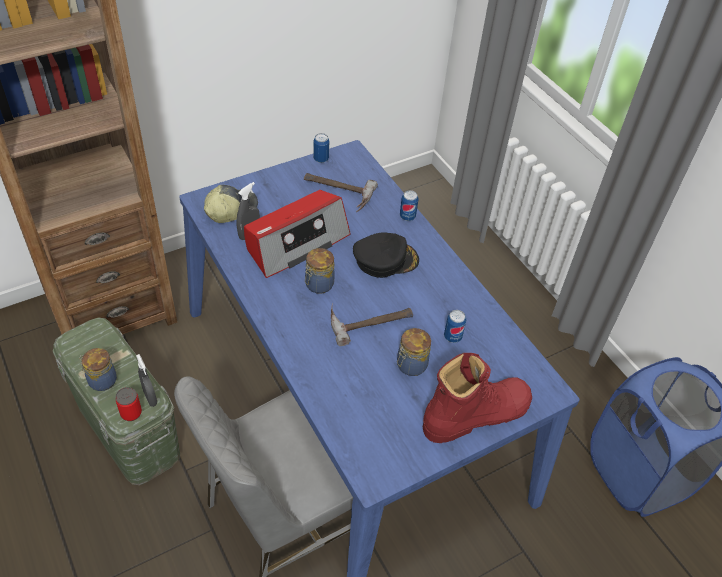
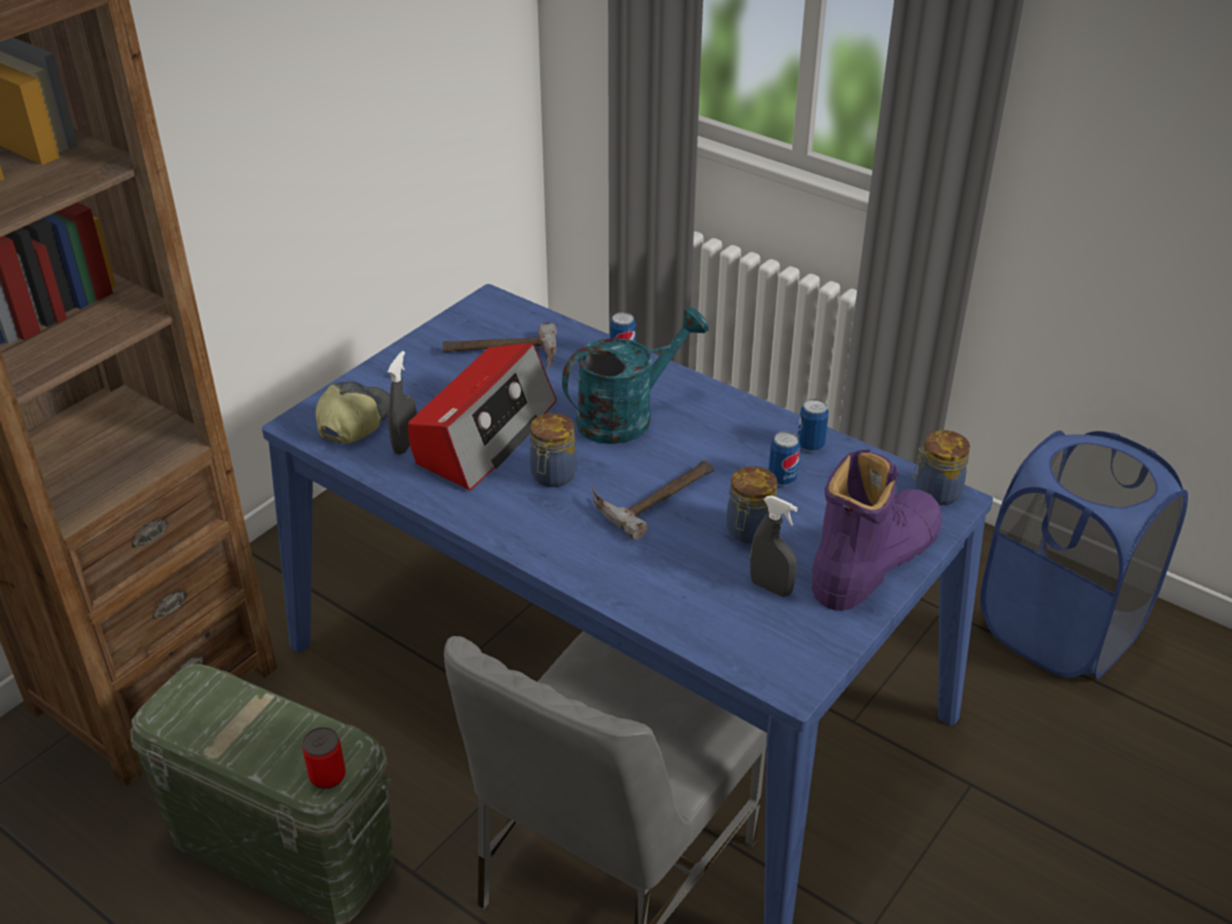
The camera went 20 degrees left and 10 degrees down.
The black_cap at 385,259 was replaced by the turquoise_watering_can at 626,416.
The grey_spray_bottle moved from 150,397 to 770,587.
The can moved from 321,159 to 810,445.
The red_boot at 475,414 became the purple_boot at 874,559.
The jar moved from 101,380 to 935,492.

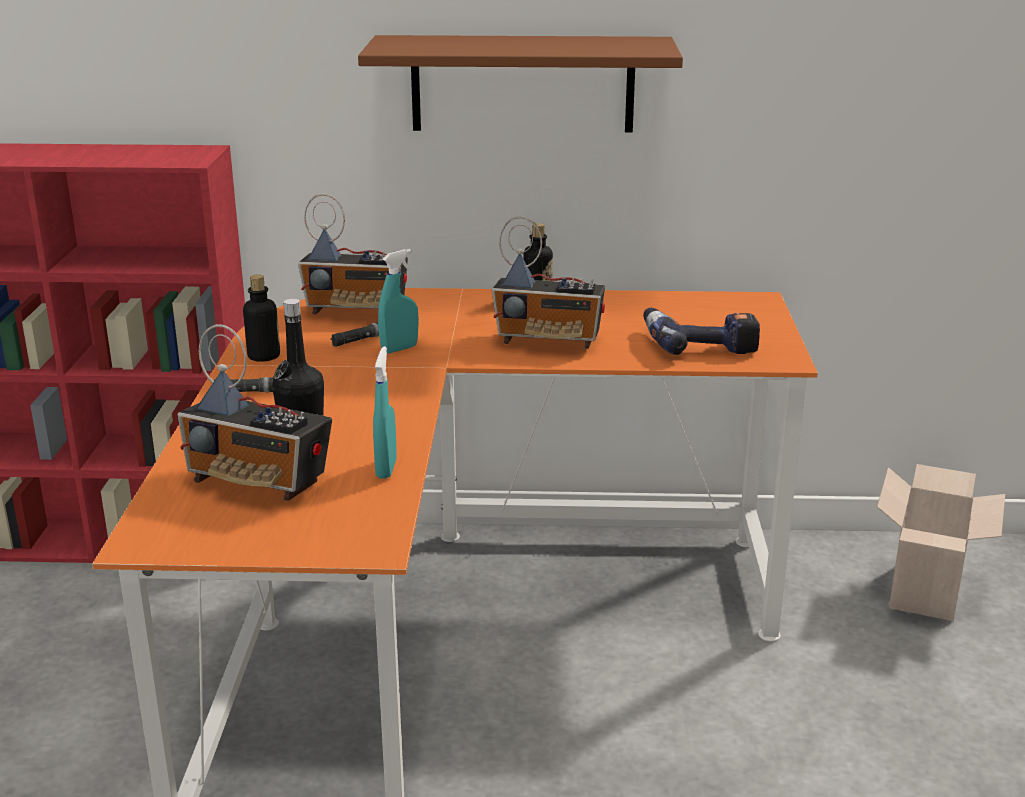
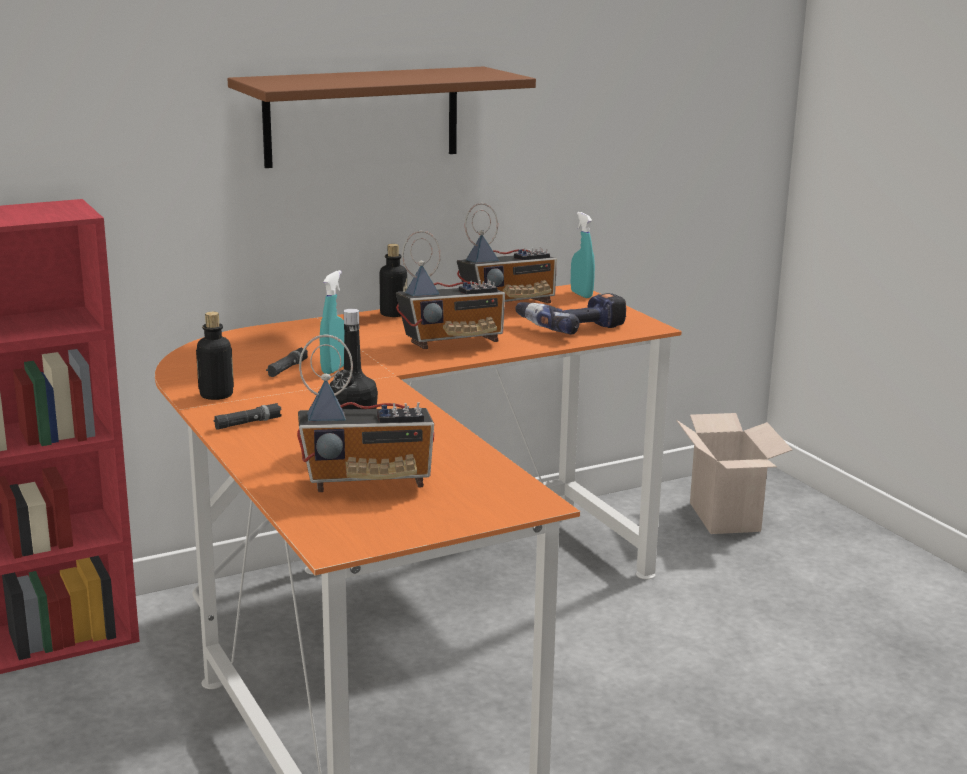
The camera went 30 degrees left and 5 degrees down.
The radio moved from 357,311 to 509,305.
The turquoise_spray_bottle moved from 386,469 to 581,294.

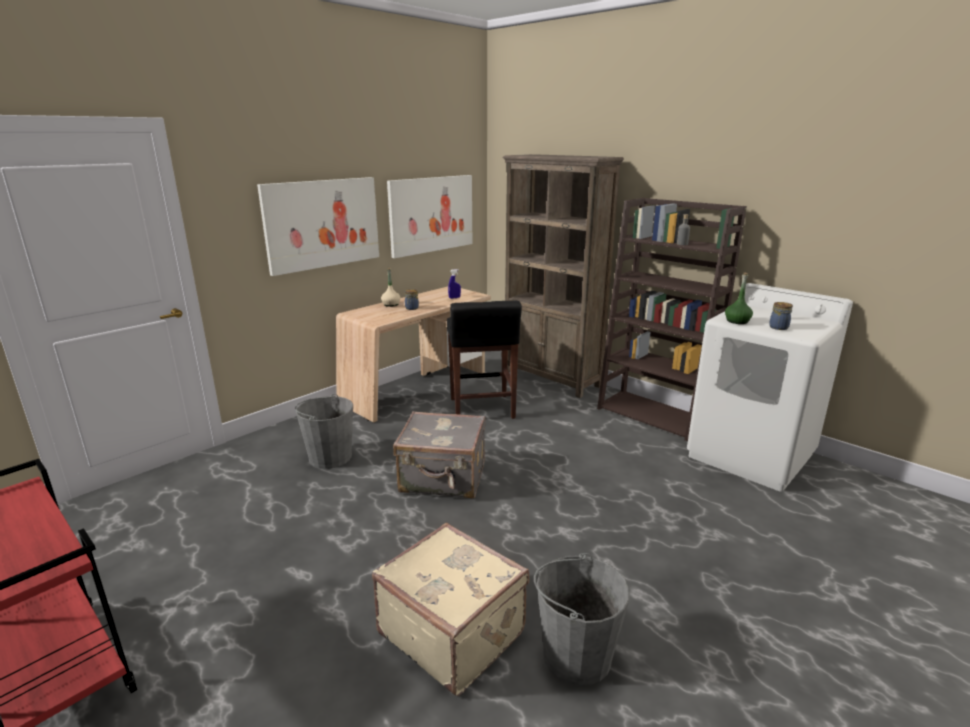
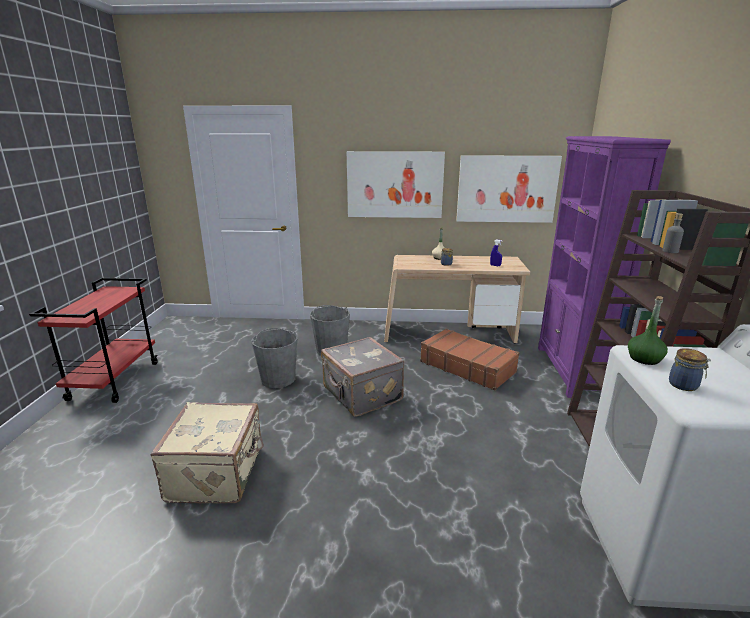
The camera went 50 degrees right and 0 degrees up.
The grey_bucket moved from 576,655 to 278,378.
The black_stool at 482,409 was replaced by the brown_suitcase at 467,366.
The brown_bookcase at 551,378 became the purple_bookcase at 570,371.

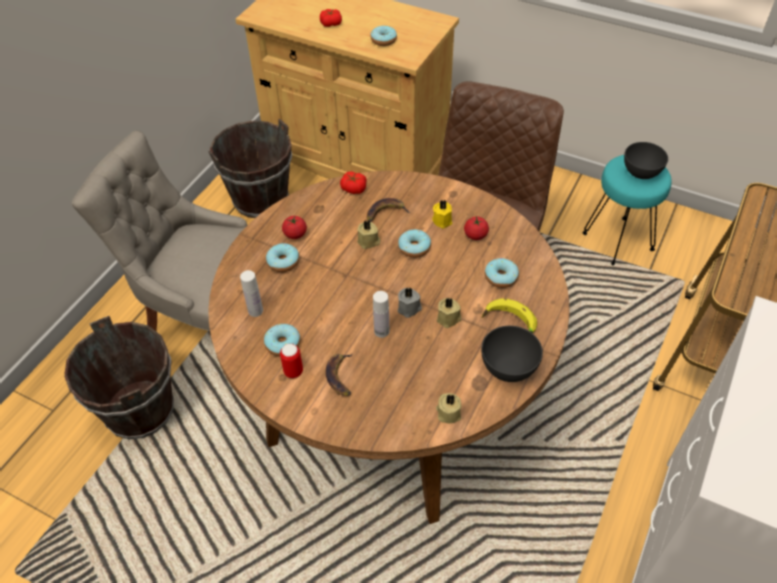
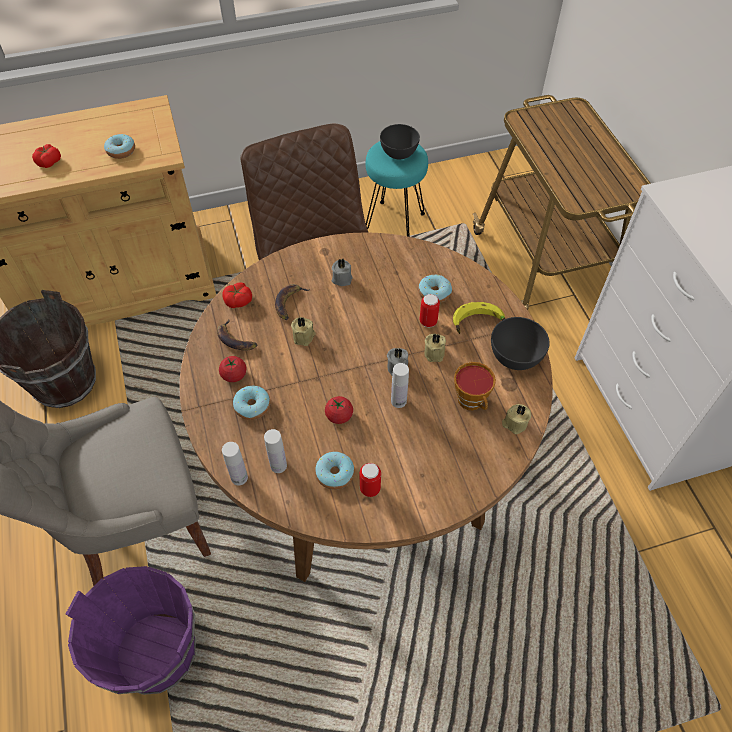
The camera went 45 degrees left and 5 degrees up.
The brown_bucket at 139,411 became the purple_bucket at 156,653.
The banana moved from 340,376 to 236,339.
The white_bottle at 239,477 appeared.
The tomato moved from 475,235 to 339,416.
The yellow_candle at 442,220 became the grey_candle at 341,278.
The can at 428,321 appeared.
The cup at 472,402 appeared.
The donut at 414,248 disappeared.

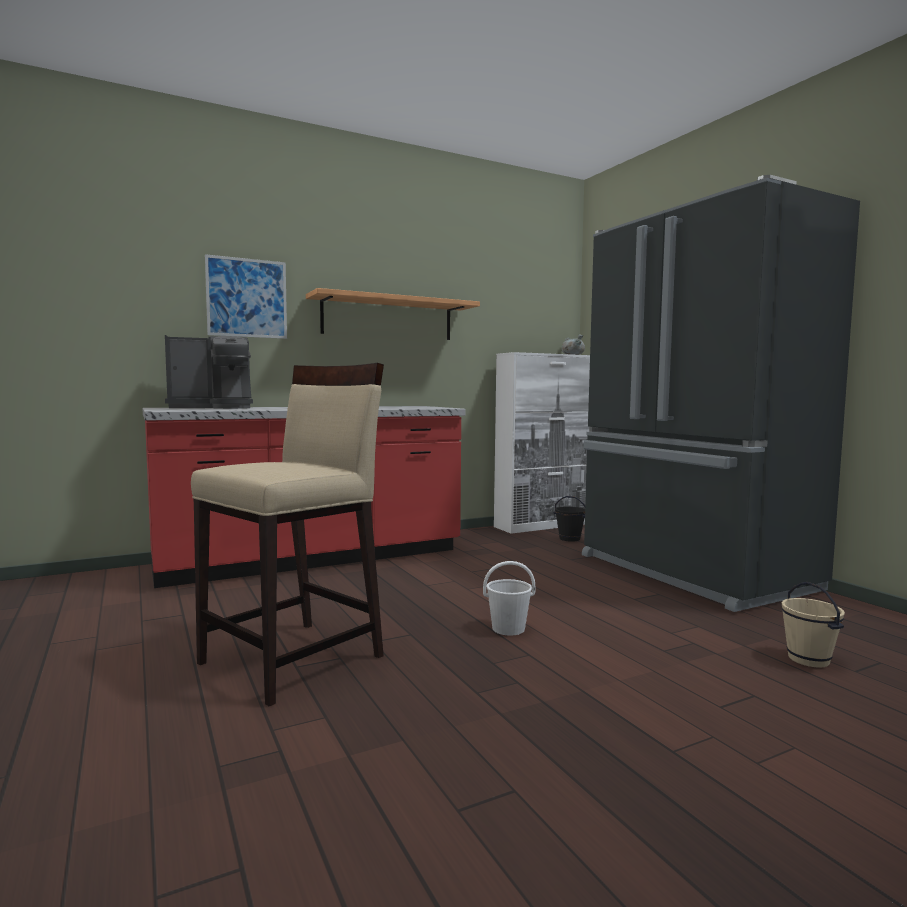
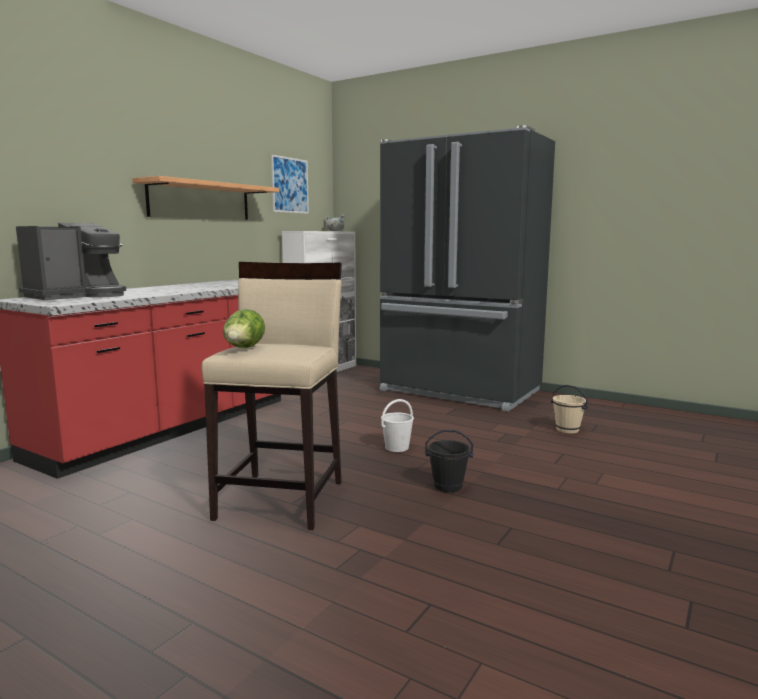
The camera went 30 degrees left and 5 degrees up.
The lettuce at 244,349 appeared.
The picture moved from 247,298 to 290,185.
The black_bucket moved from 570,539 to 448,486.

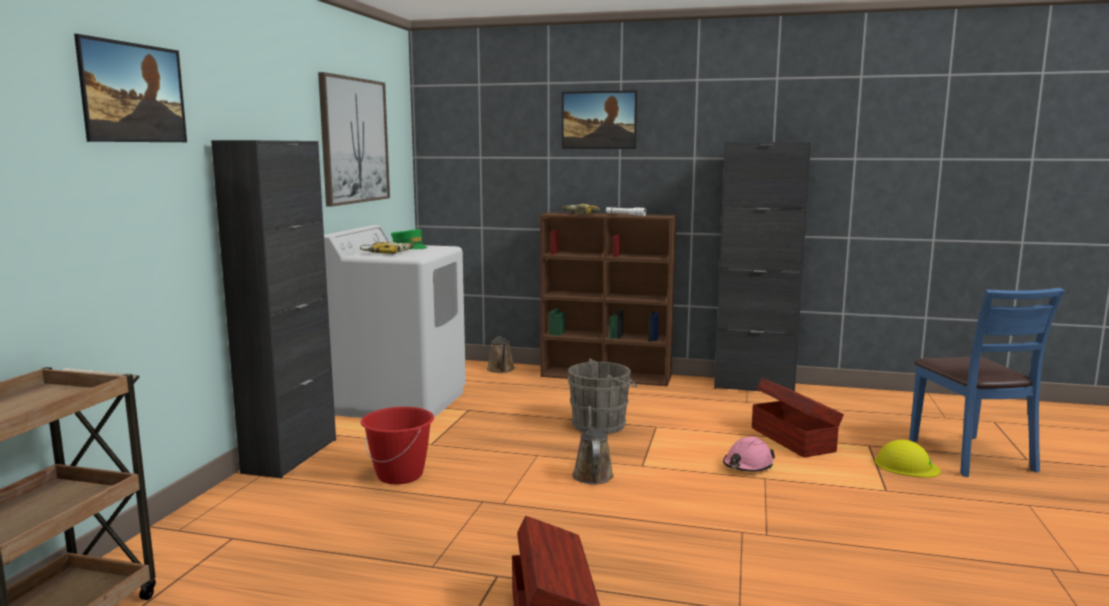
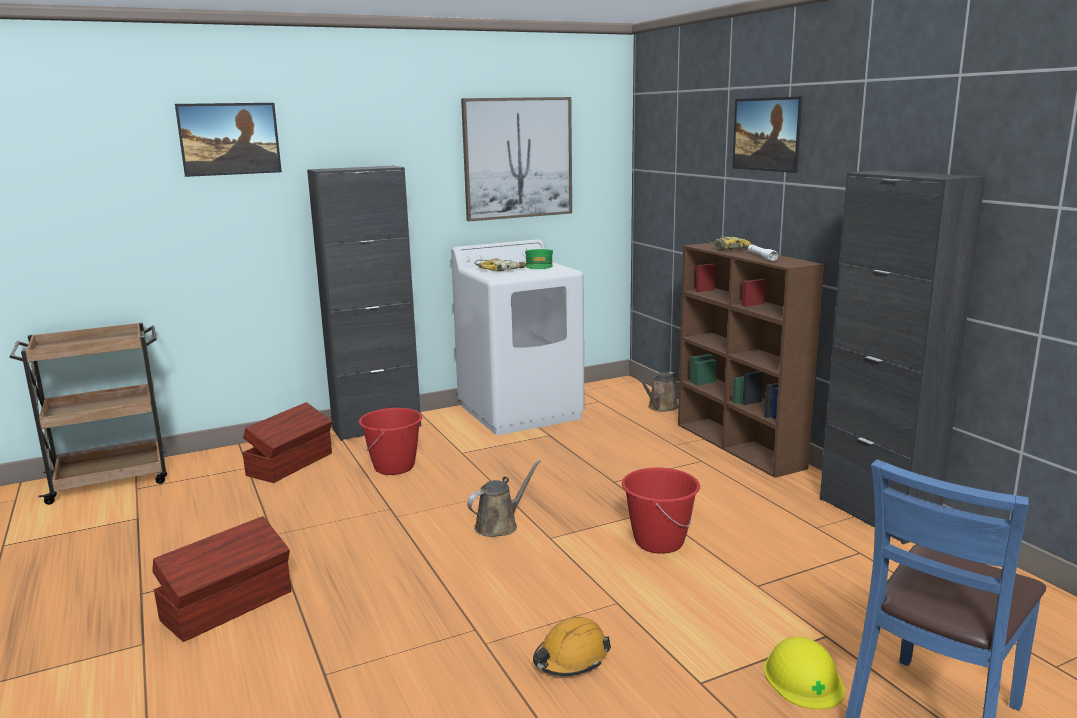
The camera went 50 degrees right and 5 degrees up.
The brown_storage_box moved from 793,439 to 291,464.
The orange_hard_hat at 571,659 appeared.
The red_bucket at 658,542 appeared.
The grey_bucket at 602,425 disappeared.
The pink_hard_hat at 747,466 disappeared.

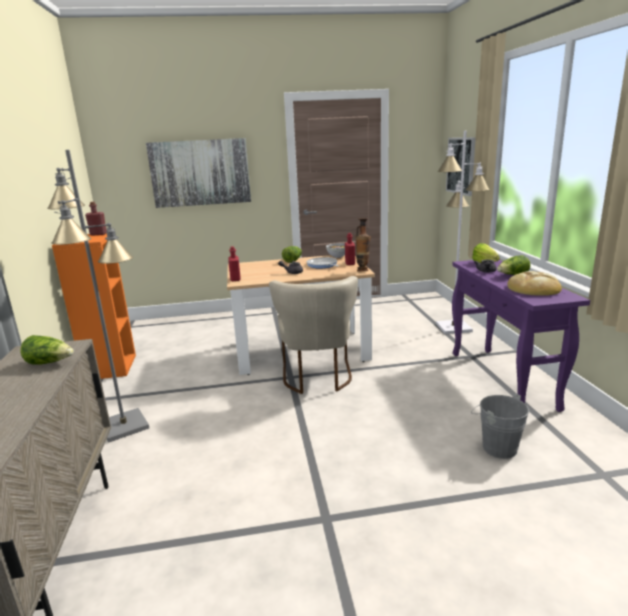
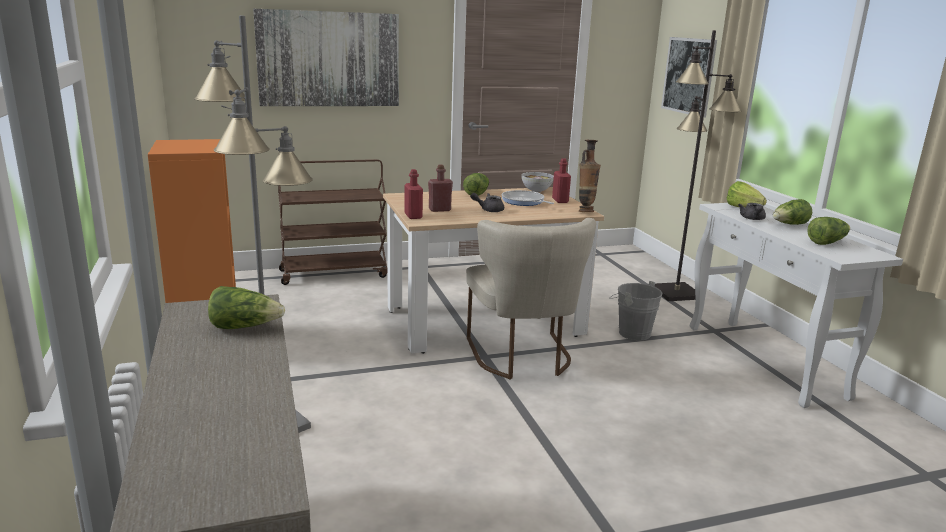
The camera went 10 degrees left and 0 degrees up.
The brown_cart at 334,273 appeared.
The red_bottle moved from 98,234 to 439,210.
The grey_bucket moved from 496,446 to 631,332.
The white_floor_lamp at 453,327 became the black_floor_lamp at 675,293.
The purple_console_table at 502,380 became the white_console_table at 765,361.
The bread at 534,288 was replaced by the lettuce at 827,242.

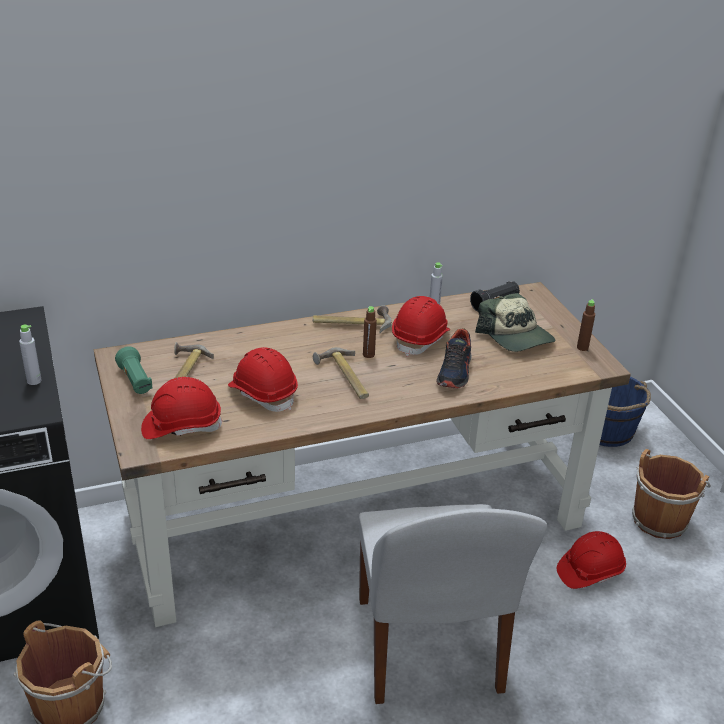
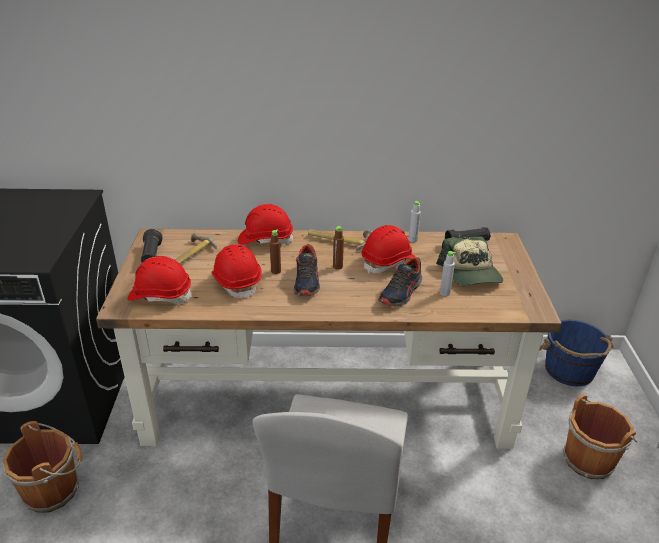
The camera went 20 degrees right and 0 degrees up.
The green_flashlight at 135,381 became the black_flashlight at 151,256.
The red_hard_hat moved from 589,571 to 265,239.
The brown_bottle moved from 582,347 to 276,271.
The hammer at 344,378 was replaced by the shoe at 307,281.
The grey_bottle moved from 34,381 to 444,293.

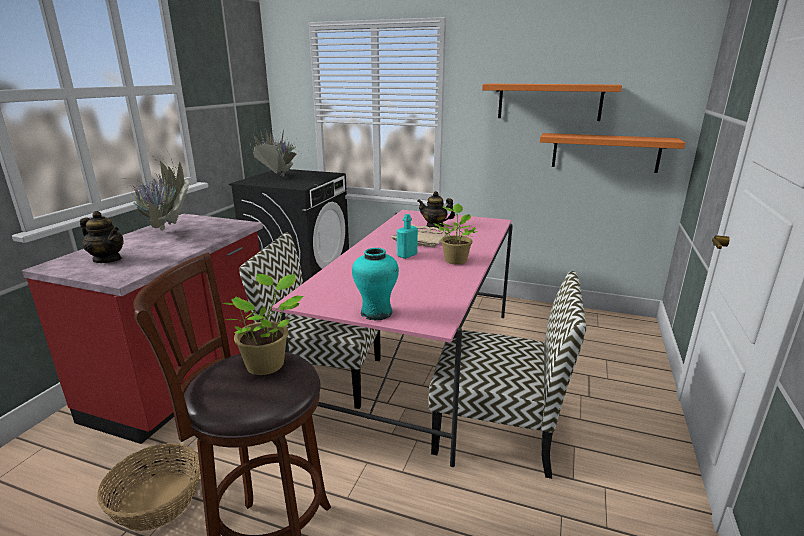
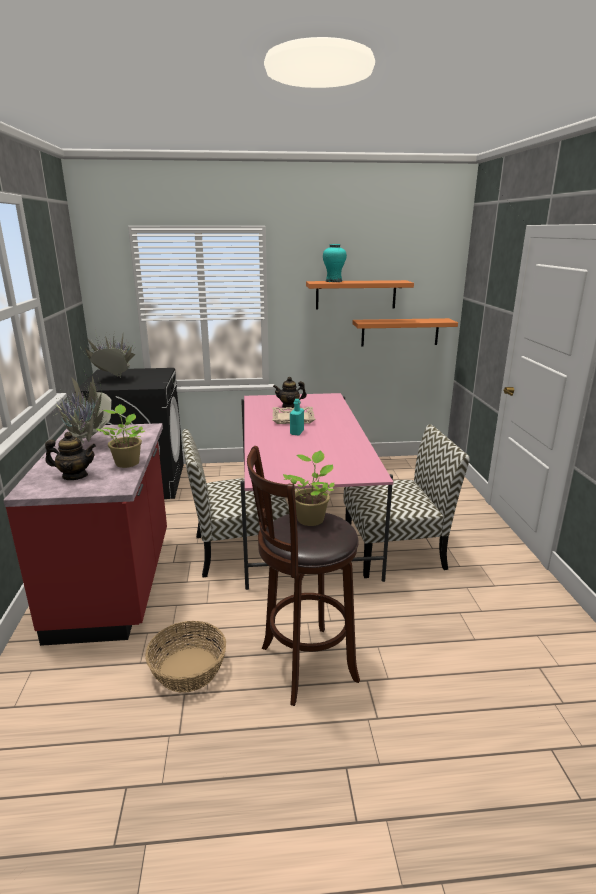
The camera went 25 degrees left and 0 degrees up.
The potted_plant moved from 455,260 to 127,462.
The turquoise_vase moved from 376,313 to 334,281.

